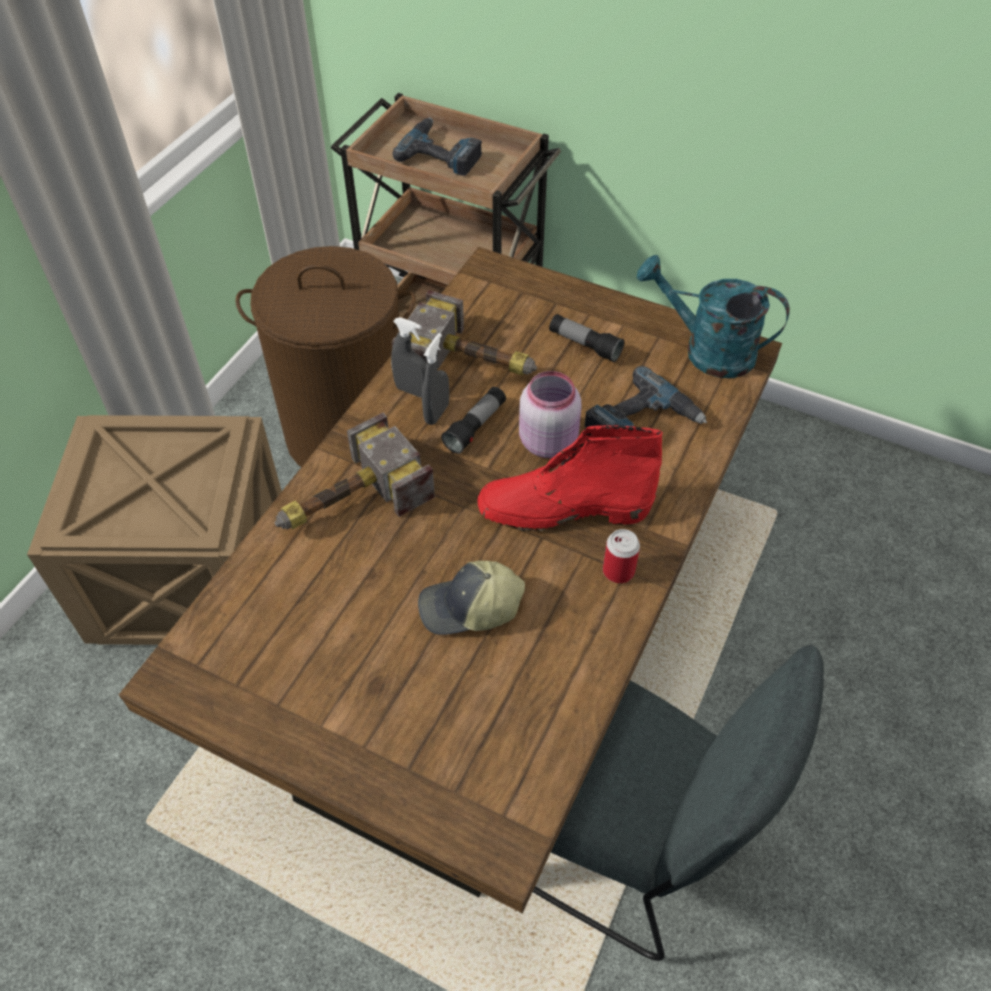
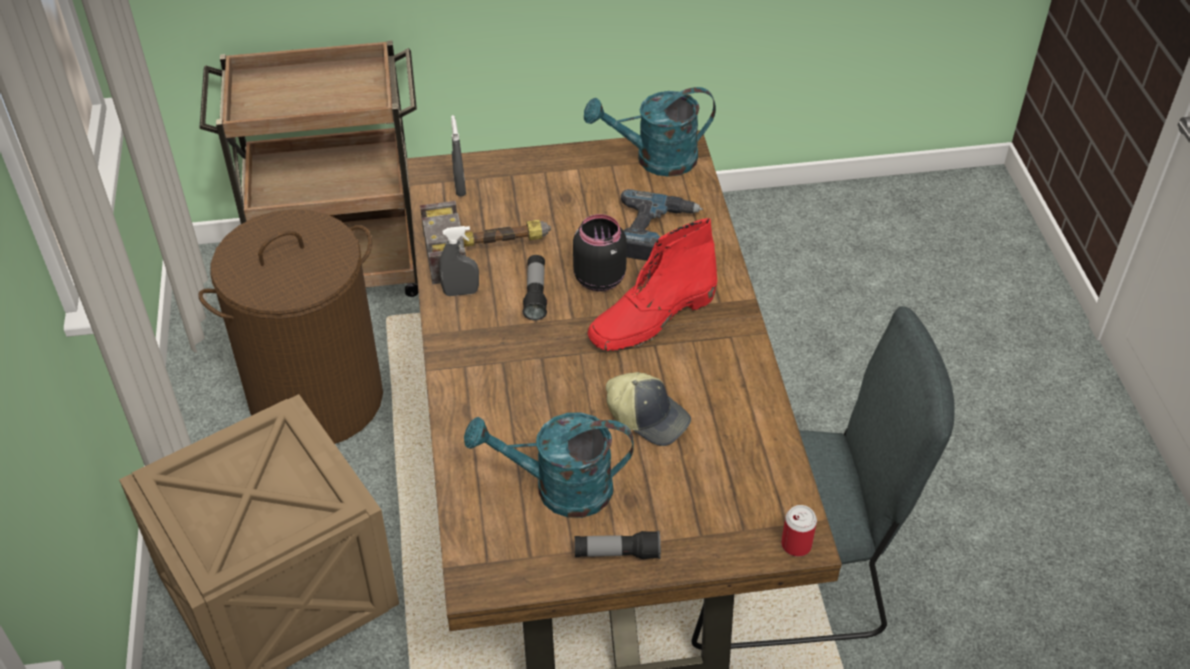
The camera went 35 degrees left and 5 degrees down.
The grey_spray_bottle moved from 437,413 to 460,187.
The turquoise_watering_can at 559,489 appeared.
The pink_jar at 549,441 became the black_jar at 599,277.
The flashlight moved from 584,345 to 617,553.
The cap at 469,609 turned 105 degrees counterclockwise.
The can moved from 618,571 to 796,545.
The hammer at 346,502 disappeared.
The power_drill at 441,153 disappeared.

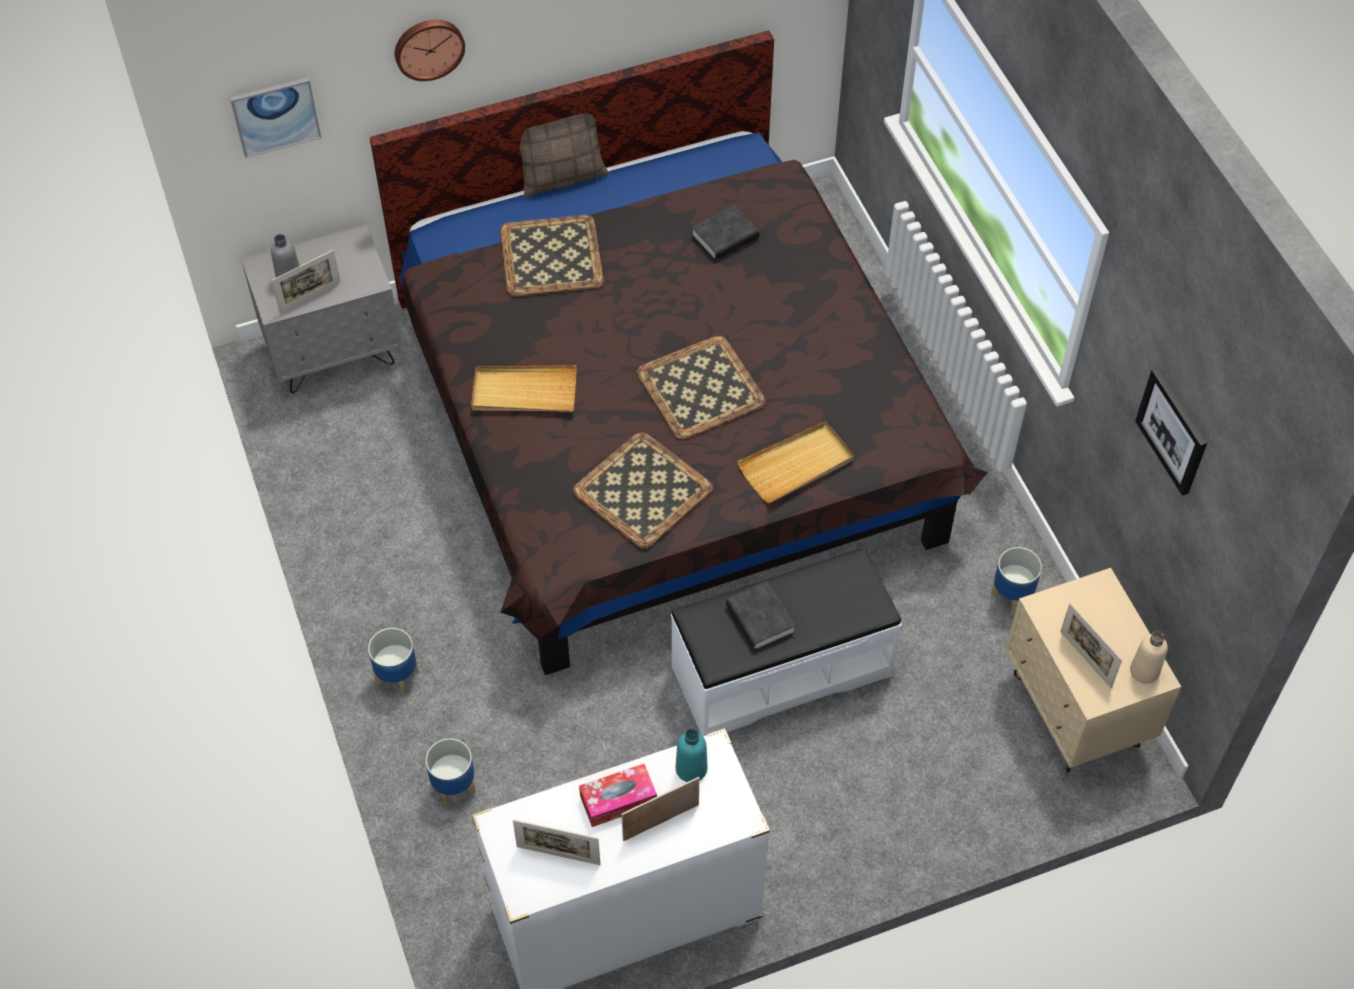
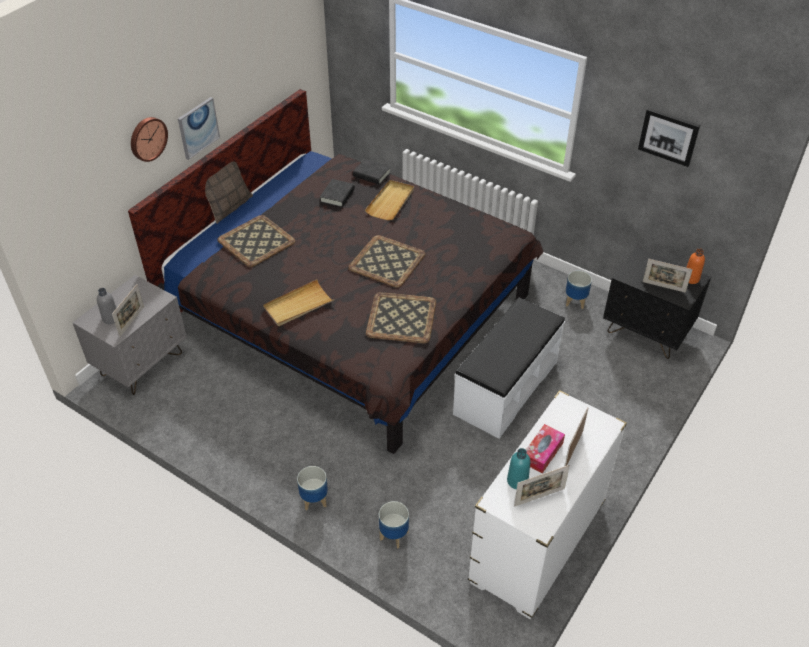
The camera went 35 degrees left and 10 degrees down.
The picture moved from 275,116 to 198,127.
The black_book moved from 760,619 to 371,174.
The beige_tray moved from 796,465 to 391,202.
The turquoise_bottle moved from 691,769 to 517,481.
The beige_nightstand at 1075,711 became the black_nightstand at 646,333.
The beige_bottle at 1144,671 became the orange_bottle at 691,279.

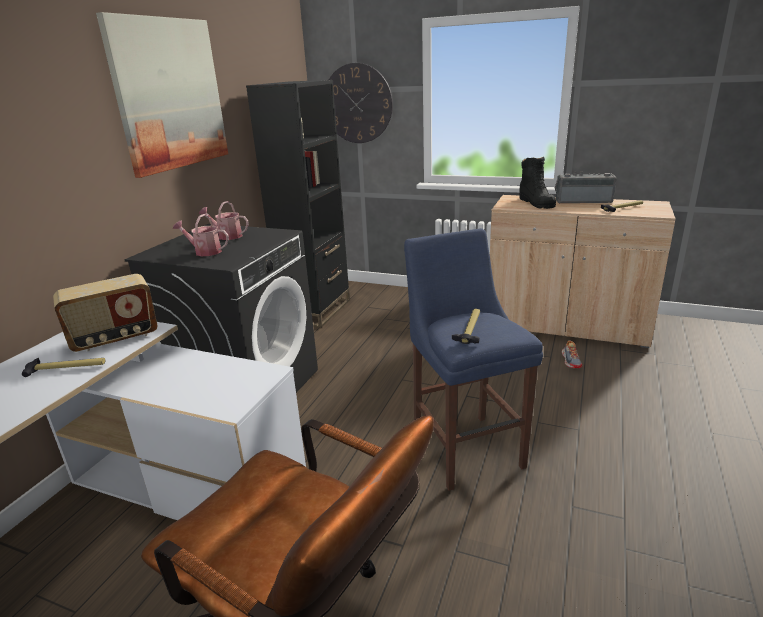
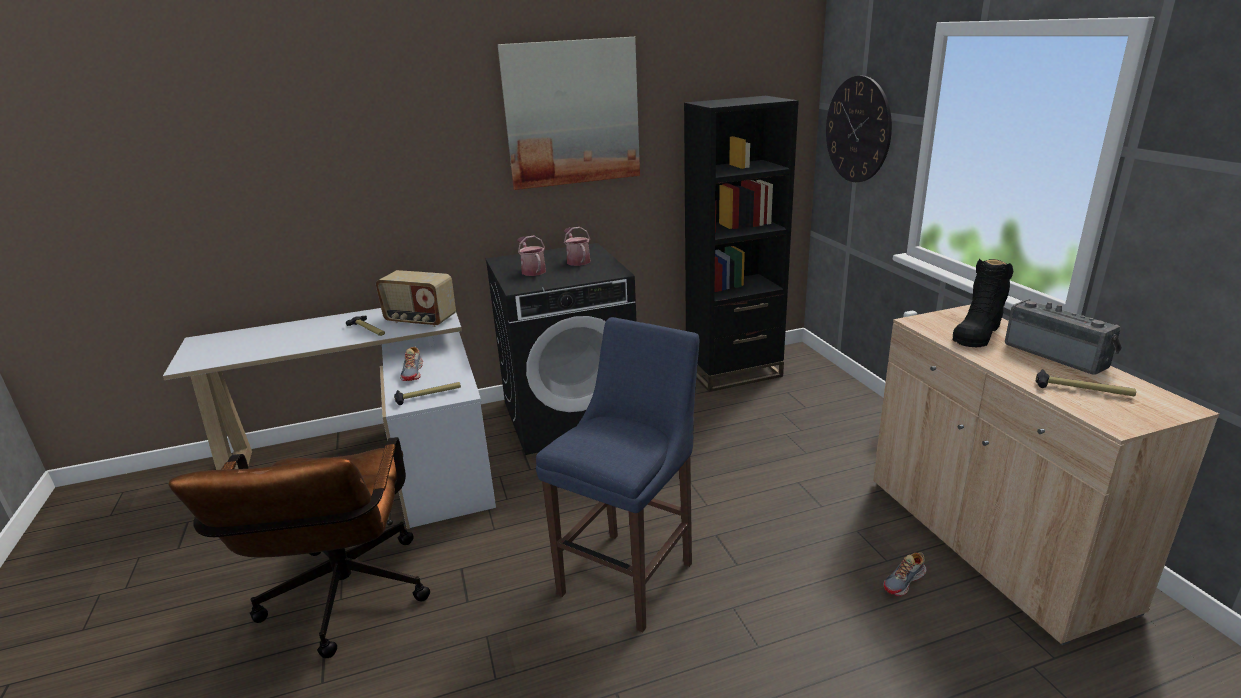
The camera went 50 degrees right and 0 degrees up.
The hammer moved from 470,329 to 428,395.
The shoe at 413,372 appeared.

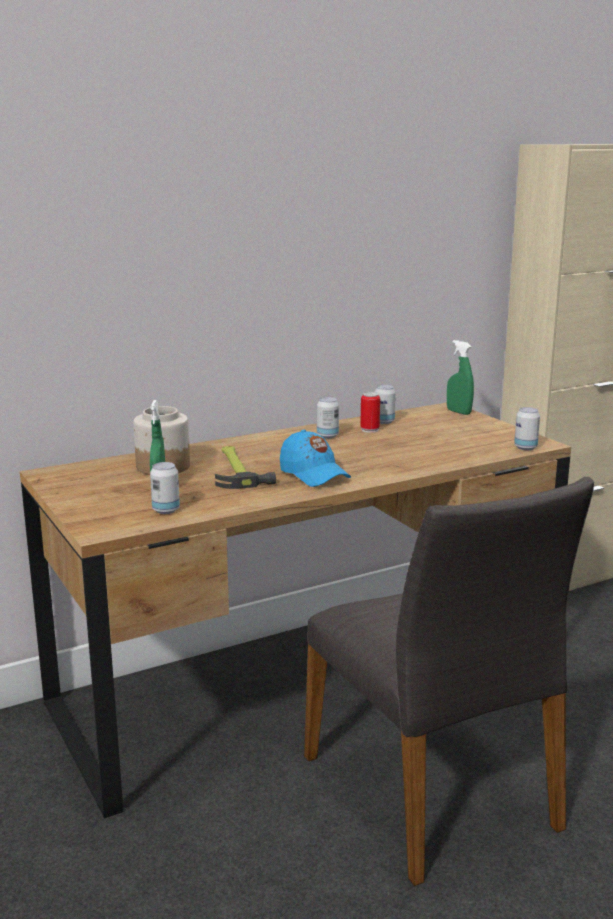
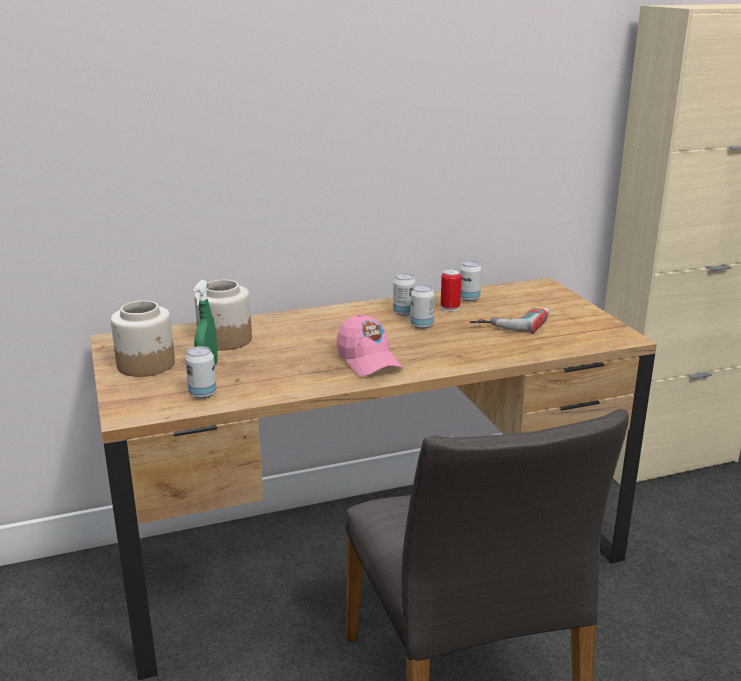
The camera went 10 degrees right and 5 degrees up.
The jar at 147,364 appeared.
The blue_cap at 313,475 became the pink_cap at 368,361.
The can moved from 525,447 to 421,325.
The power_drill at 511,322 appeared.
The hammer at 237,470 disappeared.
The green_spray_bottle at 458,412 disappeared.

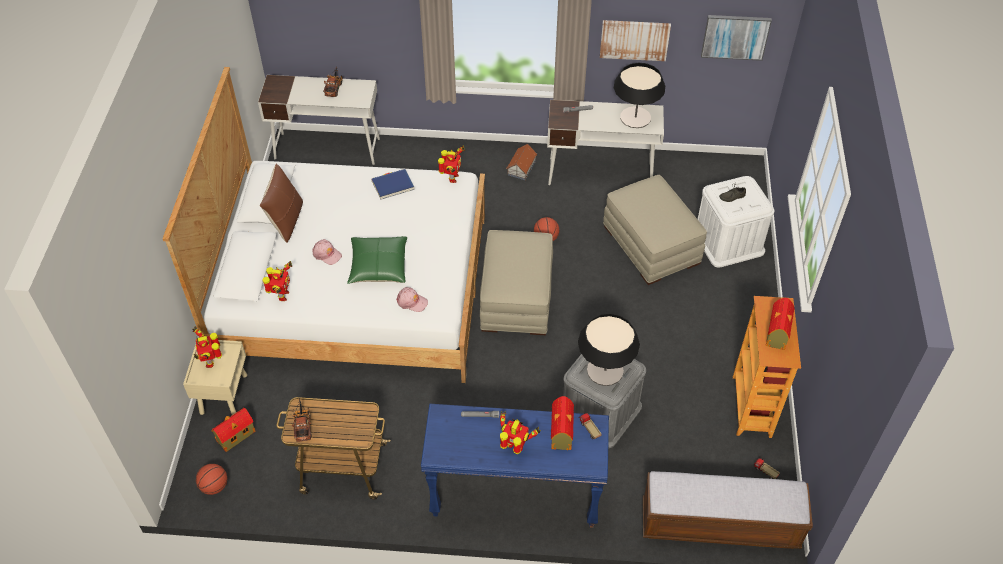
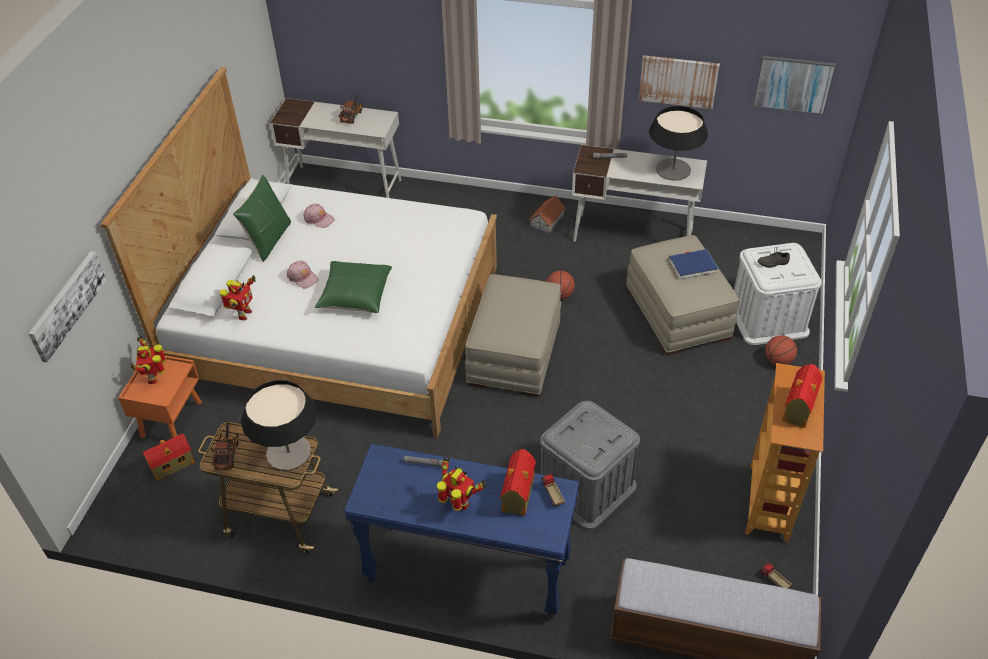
The camera went 10 degrees right and 5 degrees down.
The picture at 66,304 appeared.
The beige_nightstand at 223,393 became the orange_nightstand at 171,419.
The brown_pillow at 286,221 became the green_pillow at 268,240.
The table_lamp moved from 605,370 to 288,452.
The pink_cap moved from 412,302 to 319,219.
The blue_book moved from 393,185 to 692,266.
The basketball moved from 214,486 to 778,361.
The toy_robot at 452,178 disappeared.

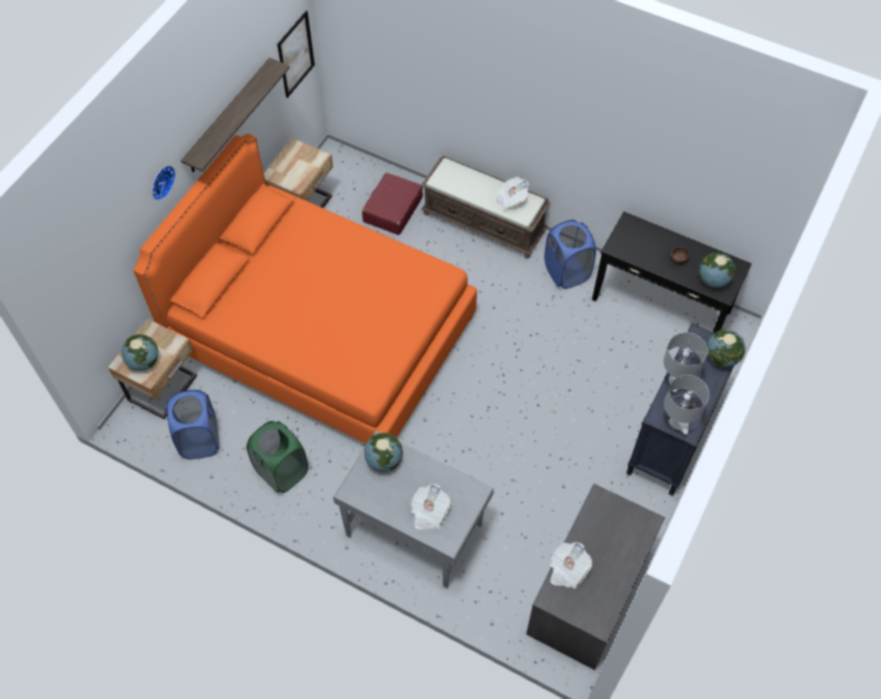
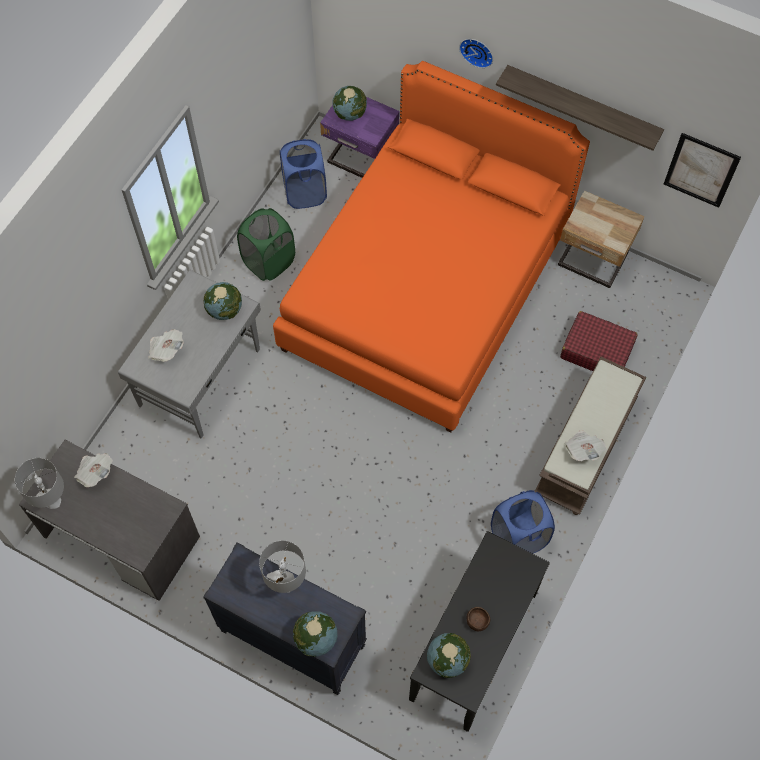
The camera went 90 degrees right and 5 degrees up.
The grey_table_lamp moved from 676,423 to 52,501.
The beige_nightstand at 165,389 became the purple_nightstand at 360,160.

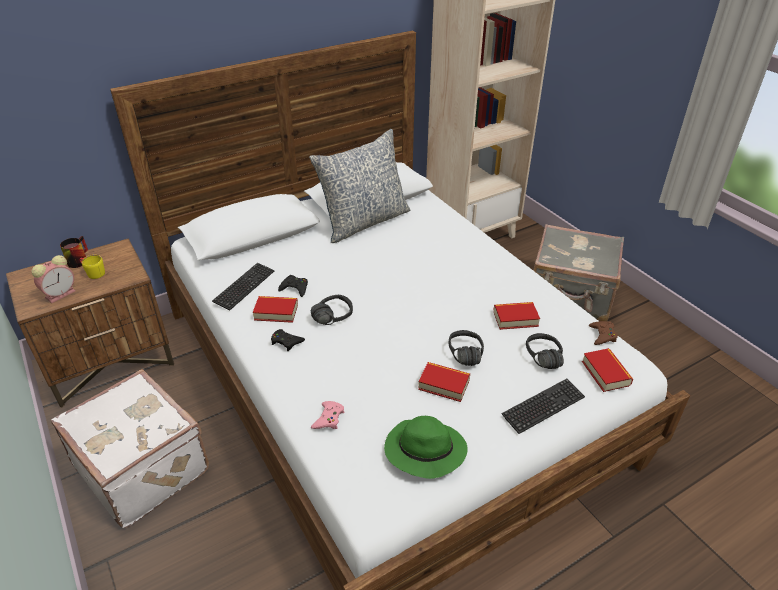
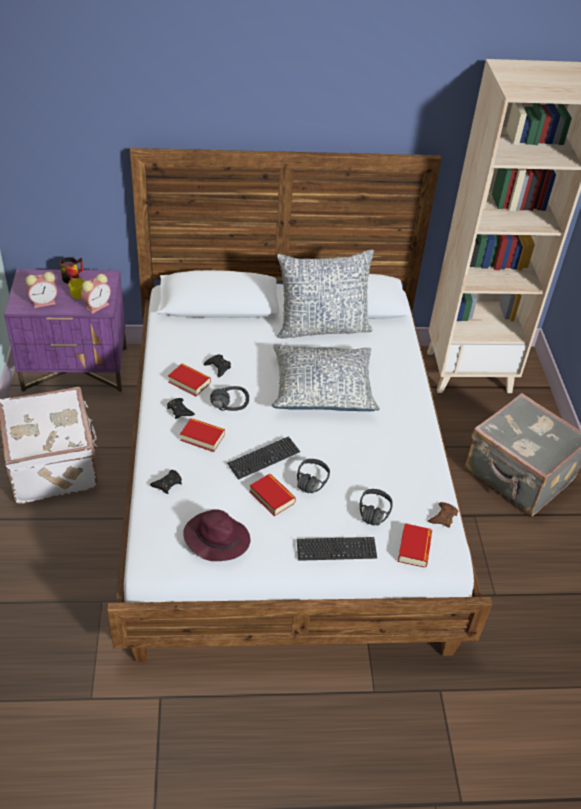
The camera went 25 degrees right and 5 degrees up.
The brown_nightstand at 111,362 became the purple_nightstand at 76,369.
The alarm_clock at 97,306 appeared.
The pink_game_controller at 328,418 became the black_game_controller at 167,483.
The book moved from 515,319 to 202,437.
The green_hat at 423,451 became the purple_hat at 216,538.
The keyboard moved from 244,287 to 264,459.
The pillow at 322,389 appeared.

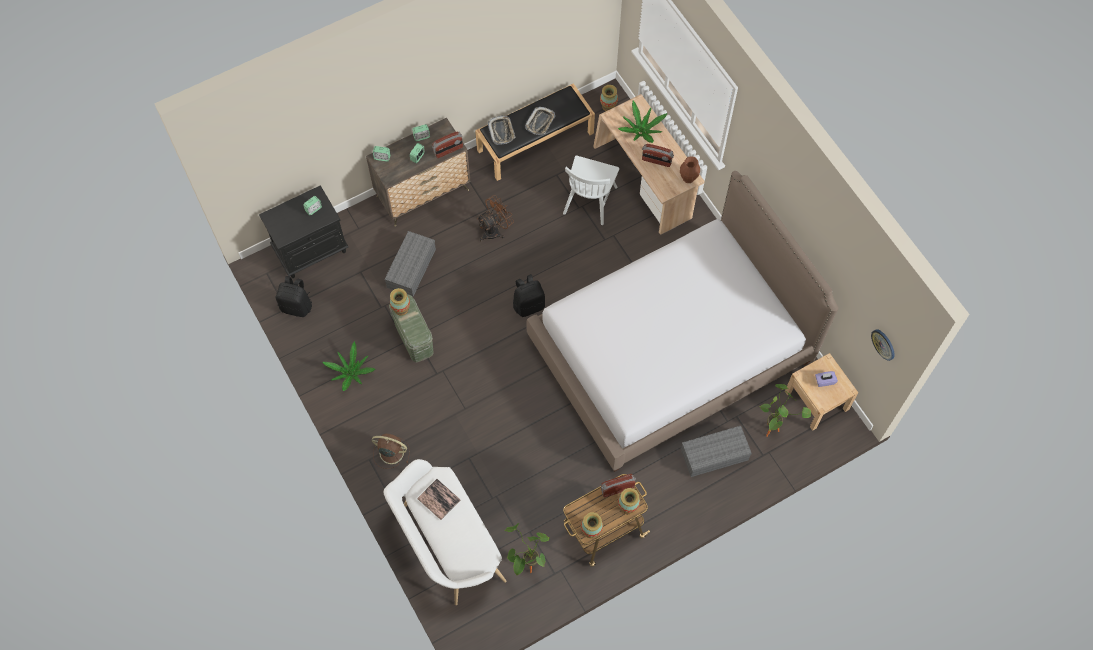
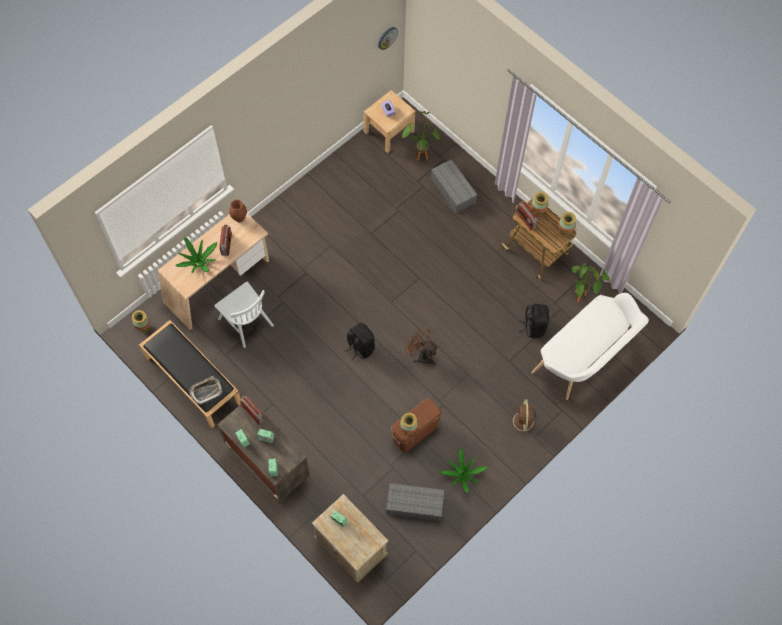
The camera went 105 degrees left and 0 degrees up.
The white_chair at 590,200 turned 45 degrees clockwise.
The black_nightstand at 311,250 became the beige_nightstand at 350,547.
The grey_storage_box moved from 411,267 to 413,505.
The green_storage_box at 413,337 became the brown_storage_box at 415,432.
The brown_fan moved from 495,230 to 421,355.
The black_backpack moved from 297,306 to 533,326.
The book at 439,499 disappeared.
The tray at 540,122 disappeared.
The bed at 670,351 disappeared.

